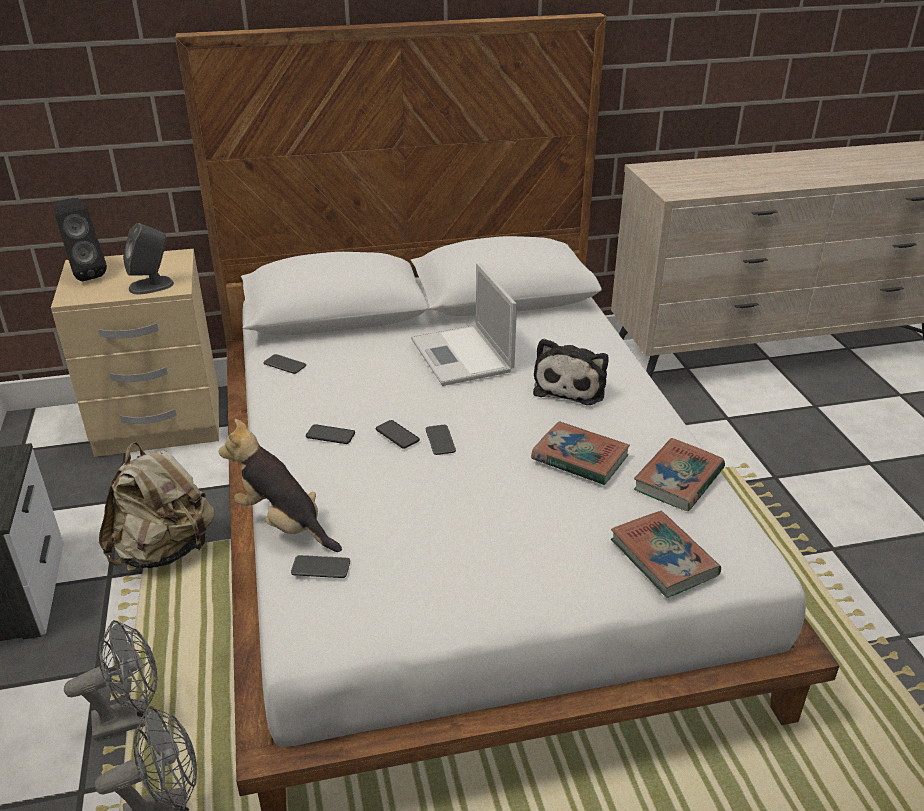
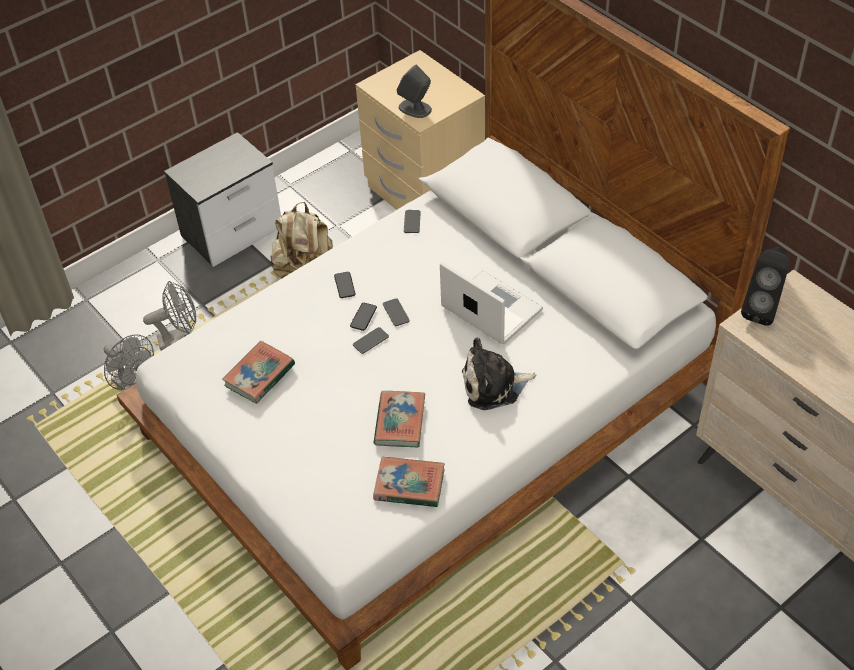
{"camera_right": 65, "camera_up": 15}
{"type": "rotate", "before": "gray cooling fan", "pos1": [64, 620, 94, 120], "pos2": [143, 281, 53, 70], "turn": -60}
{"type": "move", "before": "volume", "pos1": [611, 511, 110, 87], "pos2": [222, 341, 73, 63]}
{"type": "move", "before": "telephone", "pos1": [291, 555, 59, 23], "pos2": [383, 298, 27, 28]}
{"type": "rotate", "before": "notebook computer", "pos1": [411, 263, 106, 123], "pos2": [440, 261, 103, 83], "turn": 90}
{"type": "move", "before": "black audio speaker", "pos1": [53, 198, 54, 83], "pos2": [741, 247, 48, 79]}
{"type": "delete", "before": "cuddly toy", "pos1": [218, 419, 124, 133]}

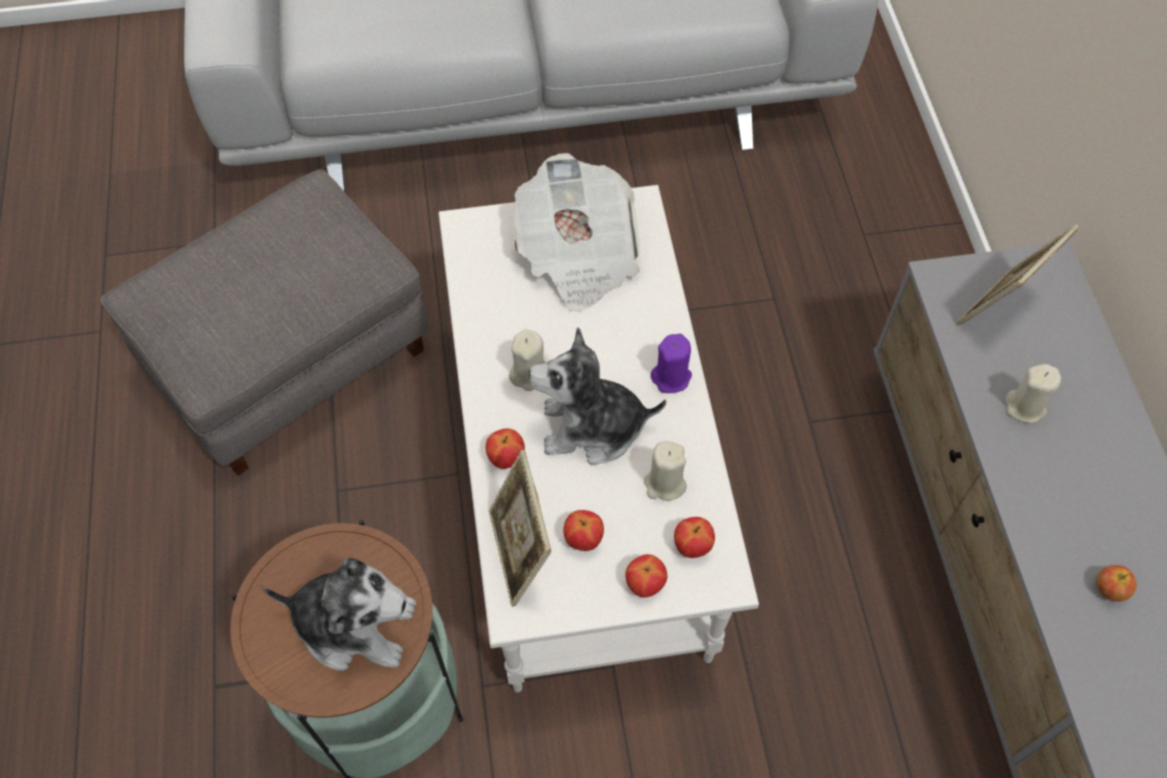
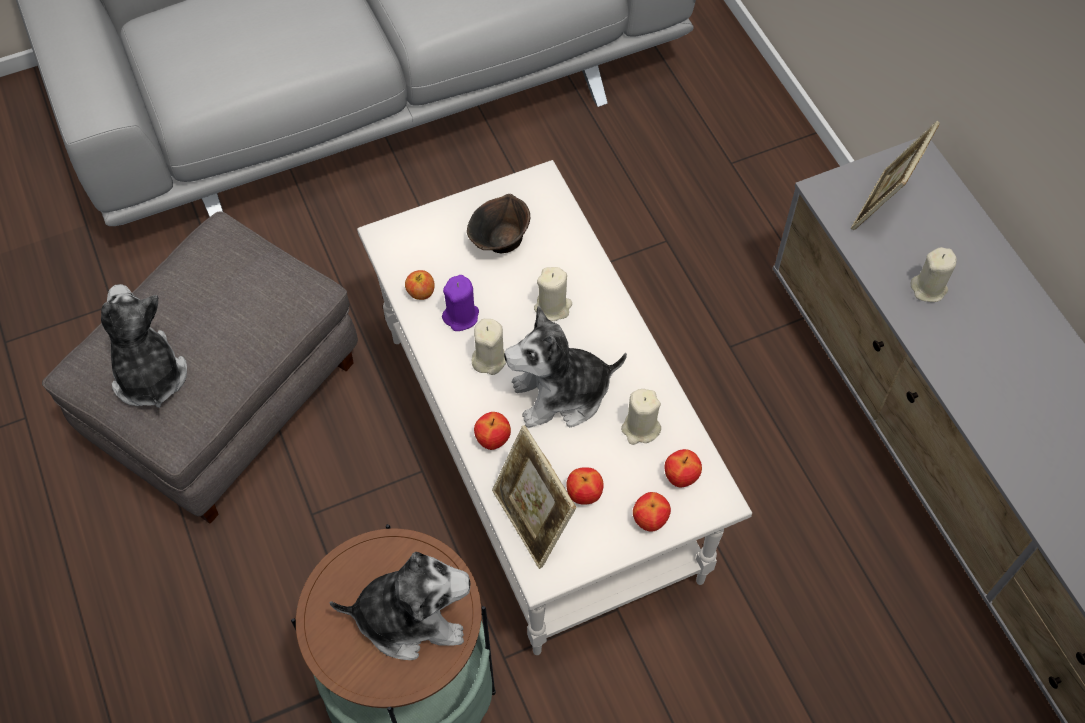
{"camera_right": -15, "camera_up": 0}
{"type": "insert", "after": "cuddly toy", "pos2": [101, 284, 86, 124]}
{"type": "move", "before": "whole apple", "pos1": [1096, 565, 41, 36], "pos2": [405, 270, 30, 30]}
{"type": "move", "before": "purple-coloured wax light", "pos1": [651, 334, 41, 59], "pos2": [442, 275, 37, 56]}
{"type": "replace", "before": "printed paper", "after": "brown-coloured deep dish", "pos1": [513, 153, 127, 160], "pos2": [467, 194, 63, 59]}
{"type": "insert", "after": "beige wax light", "pos2": [534, 267, 38, 54]}

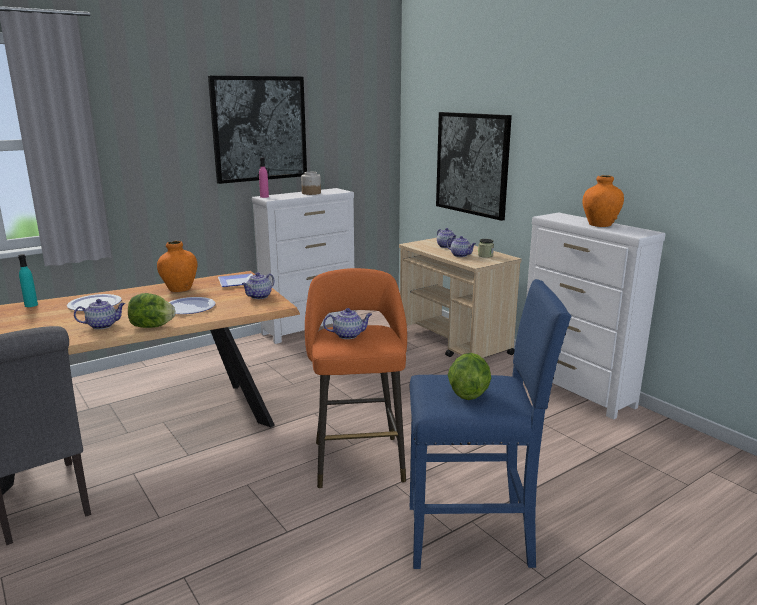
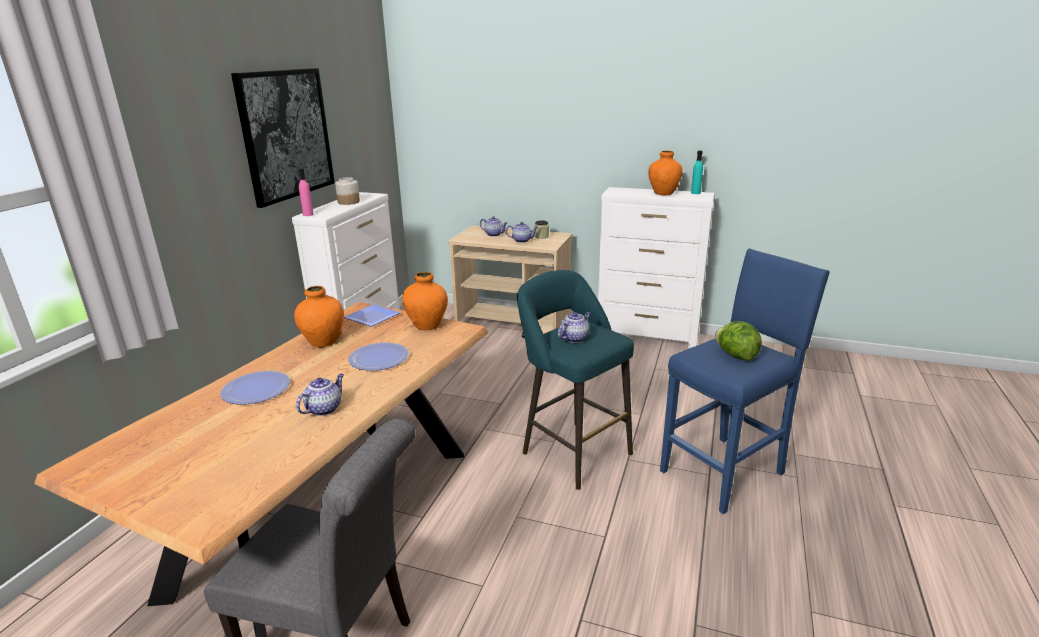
{"camera_right": -35, "camera_up": 5}
{"type": "replace", "before": "pot for tea", "after": "orangey decorative vase", "pos1": [242, 273, 32, 26], "pos2": [402, 272, 46, 58]}
{"type": "recolor", "before": "orangey stool", "after": "turquoise stool", "pos1": [305, 268, 102, 220], "pos2": [517, 270, 117, 220]}
{"type": "move", "before": "turquoise beverage bottle", "pos1": [18, 254, 20, 53], "pos2": [691, 150, 12, 44]}
{"type": "delete", "before": "lettuce head", "pos1": [128, 293, 47, 35]}
{"type": "delete", "before": "wall art", "pos1": [436, 112, 76, 109]}

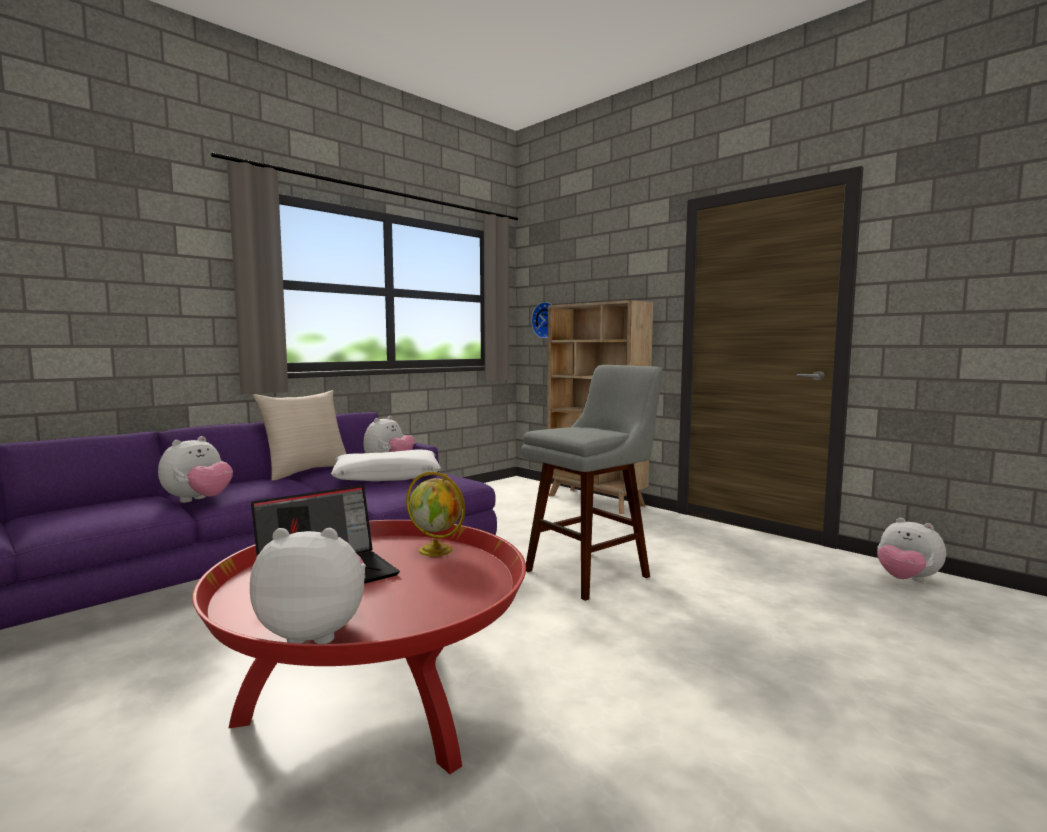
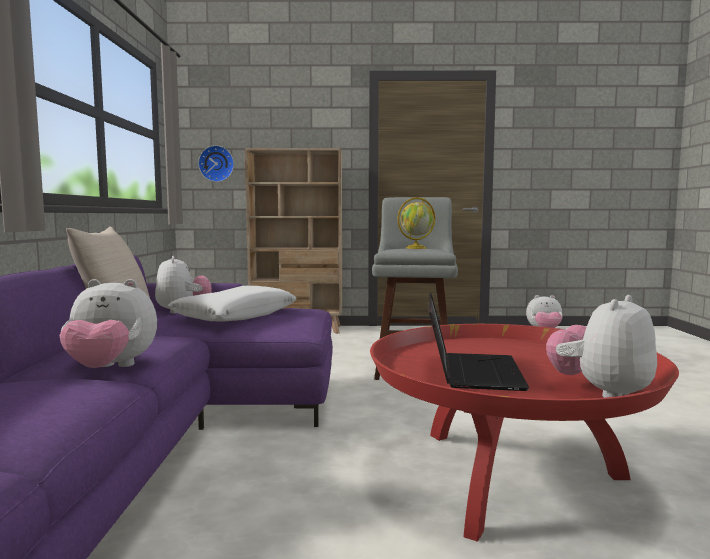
{"camera_right": -45, "camera_up": 0}
{"type": "rotate", "before": "cuddly toy", "pos1": [158, 436, 75, 67], "pos2": [59, 279, 98, 89], "turn": 105}
{"type": "move", "before": "globe", "pos1": [406, 472, 59, 84], "pos2": [397, 197, 38, 52]}

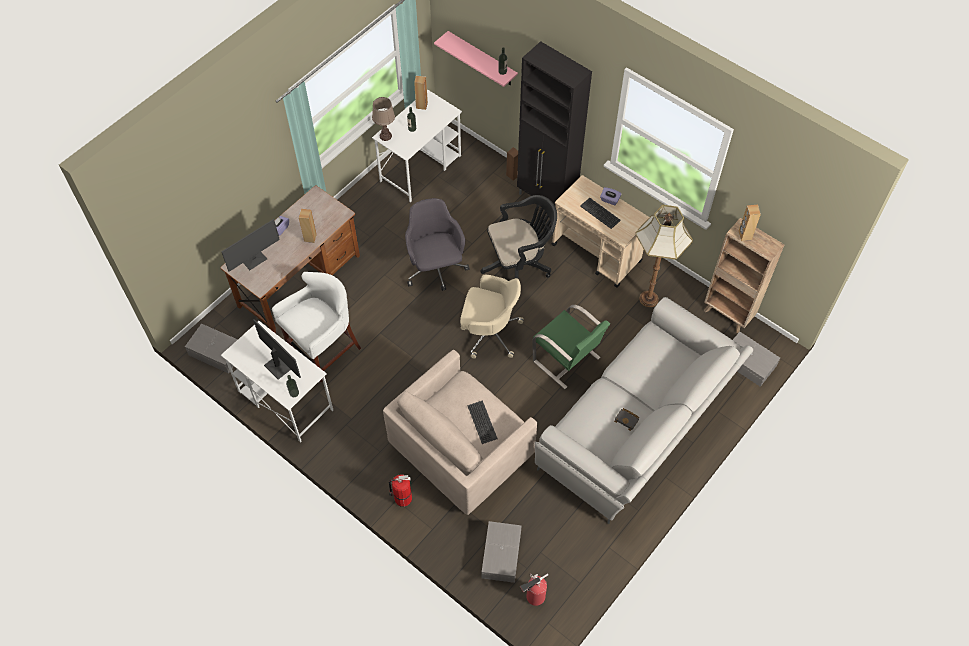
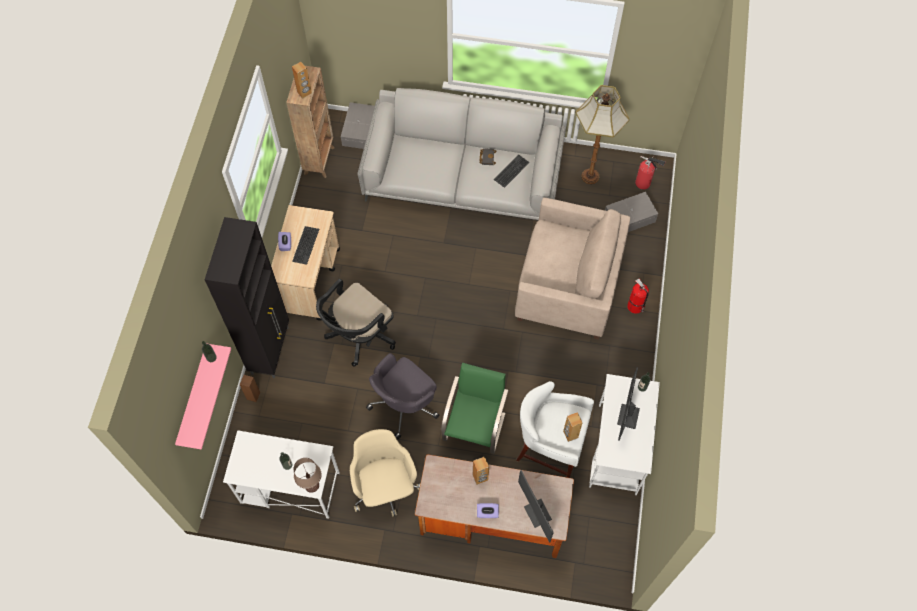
{"camera_right": -120, "camera_up": 5}
{"type": "rotate", "before": "black desk chair", "pos1": [481, 195, 76, 83], "pos2": [316, 279, 80, 88], "turn": -90}
{"type": "move", "before": "beige desk chair", "pos1": [460, 275, 64, 83], "pos2": [350, 429, 71, 88]}
{"type": "move", "before": "green-coloured chair", "pos1": [532, 305, 78, 84], "pos2": [441, 363, 68, 91]}
{"type": "move", "before": "computer keyboard", "pos1": [467, 400, 30, 44], "pos2": [494, 154, 35, 34]}
{"type": "rotate", "before": "computer display", "pos1": [221, 219, 59, 53], "pos2": [518, 470, 36, 73], "turn": -135}
{"type": "move", "before": "brown-coloured audio speaker", "pos1": [414, 76, 14, 34], "pos2": [563, 412, 19, 30]}
{"type": "move", "before": "standard lamp", "pos1": [635, 205, 58, 102], "pos2": [576, 85, 53, 99]}
{"type": "delete", "before": "gray storage container", "pos1": [185, 323, 53, 50]}

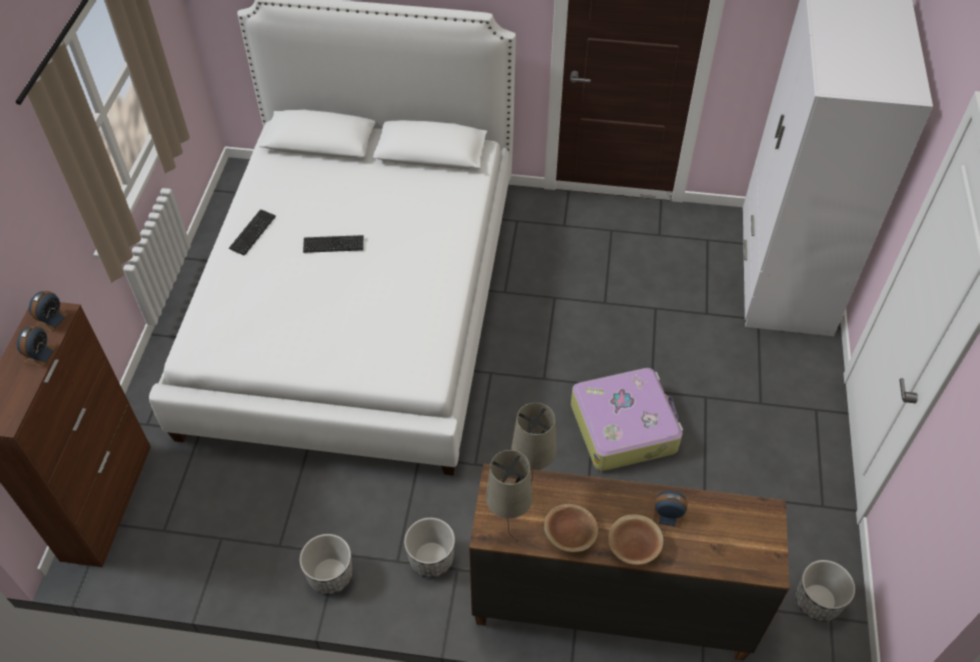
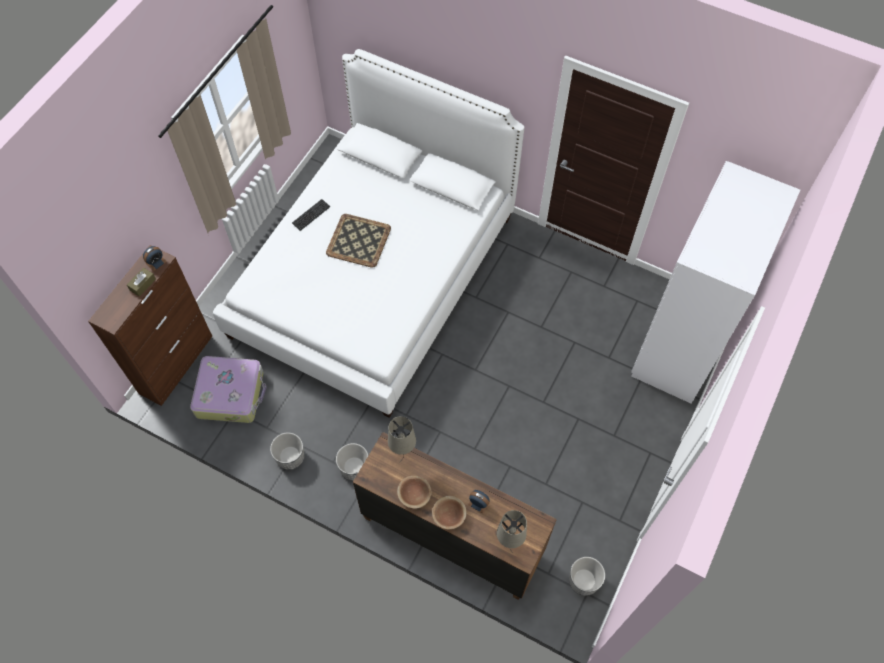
{"camera_right": 20, "camera_up": 10}
{"type": "replace", "before": "bedside clock", "after": "brown-coloured tissue box", "pos1": [17, 326, 39, 42], "pos2": [127, 268, 29, 29]}
{"type": "move", "before": "travel case", "pos1": [571, 368, 112, 103], "pos2": [190, 356, 77, 67]}
{"type": "replace", "before": "computer keyboard", "after": "carrying tray", "pos1": [303, 235, 61, 18], "pos2": [326, 214, 65, 54]}
{"type": "move", "before": "beige tabletop lamp", "pos1": [486, 450, 47, 90], "pos2": [497, 510, 30, 43]}

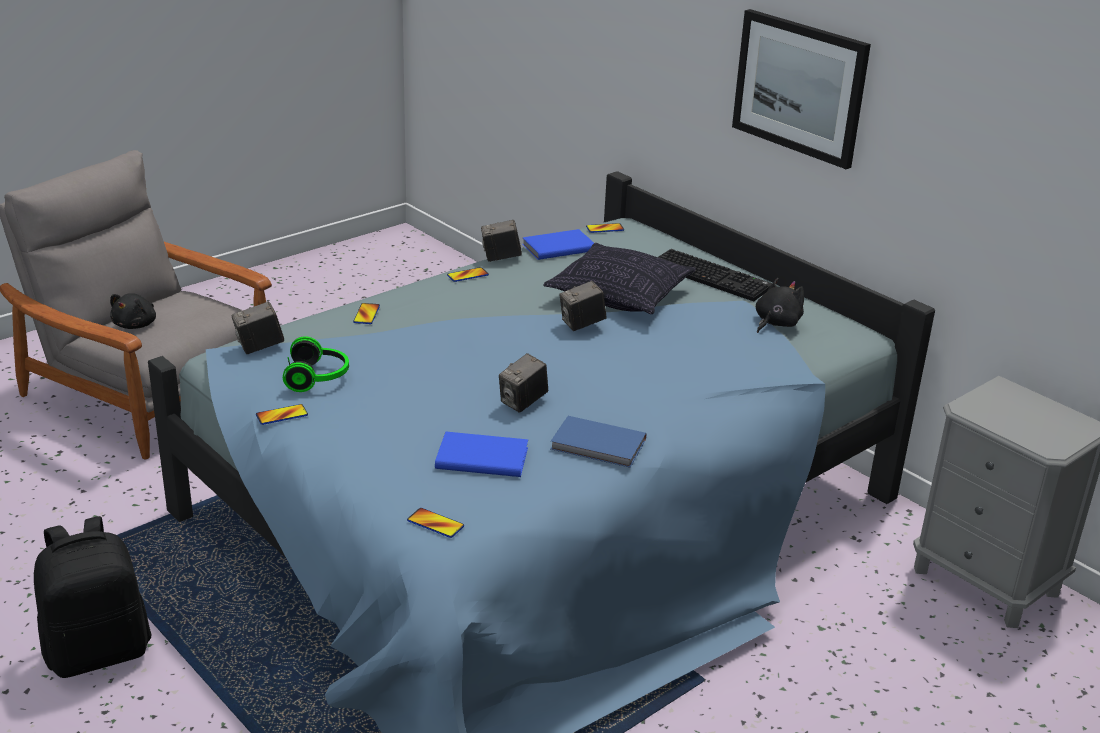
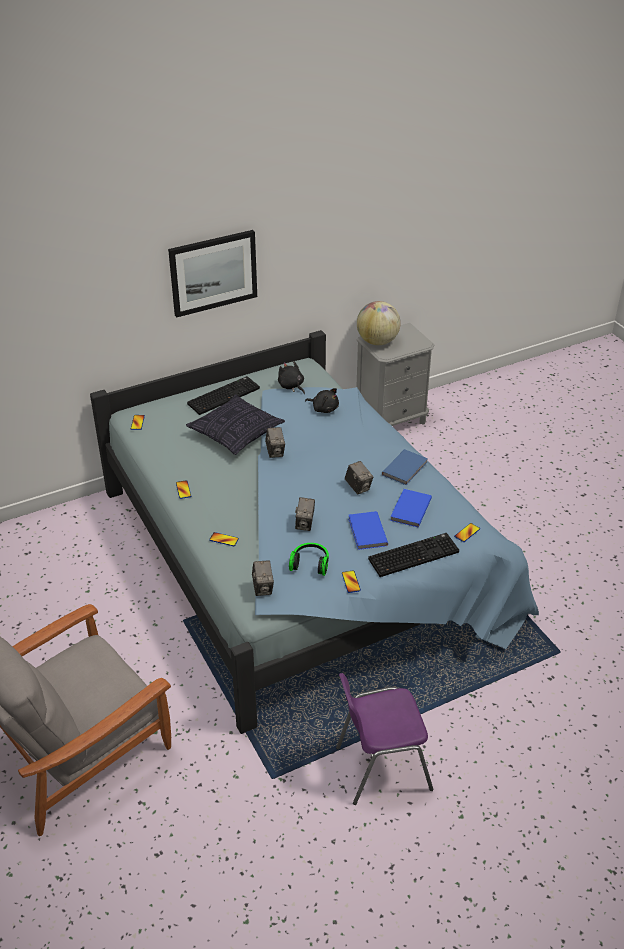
{"camera_right": -75, "camera_up": 10}
{"type": "move", "before": "photo camera", "pos1": [481, 220, 41, 42], "pos2": [295, 497, 20, 34]}
{"type": "move", "before": "black cuddly toy", "pos1": [110, 293, 46, 36], "pos2": [305, 388, 34, 25]}
{"type": "replace", "before": "black rucksack", "after": "purple-coloured chair", "pos1": [34, 516, 117, 162], "pos2": [336, 673, 98, 132]}
{"type": "move", "before": "bluish volume", "pos1": [522, 229, 72, 31], "pos2": [348, 511, 40, 39]}
{"type": "insert", "after": "globe", "pos2": [357, 301, 44, 44]}
{"type": "insert", "after": "computer keyboard", "pos2": [368, 533, 91, 44]}

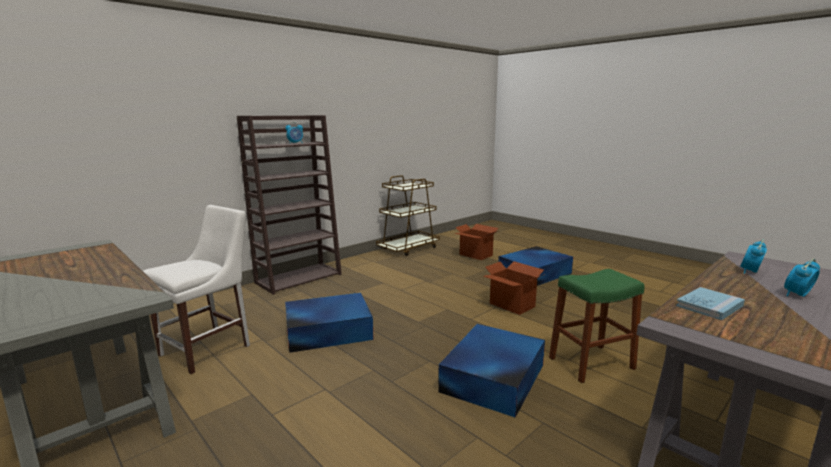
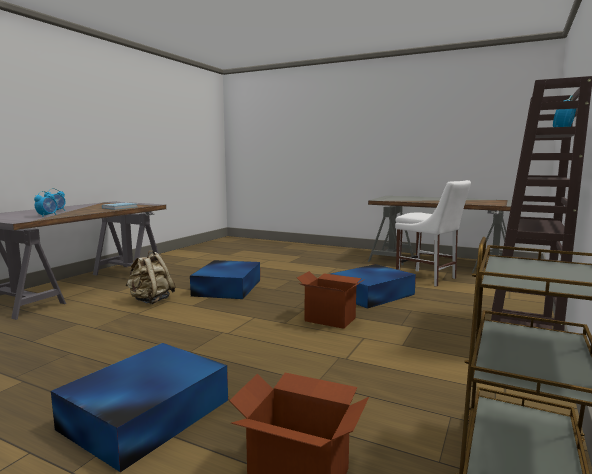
{"camera_right": 160, "camera_up": -5}
{"type": "replace", "before": "green-coloured stool", "after": "beige rucksack", "pos1": [549, 269, 95, 114], "pos2": [126, 250, 50, 54]}
{"type": "move", "before": "carton", "pos1": [483, 261, 62, 54], "pos2": [297, 271, 69, 58]}
{"type": "rotate", "before": "whitish chair", "pos1": [143, 205, 107, 169], "pos2": [395, 180, 76, 107], "turn": -60}

